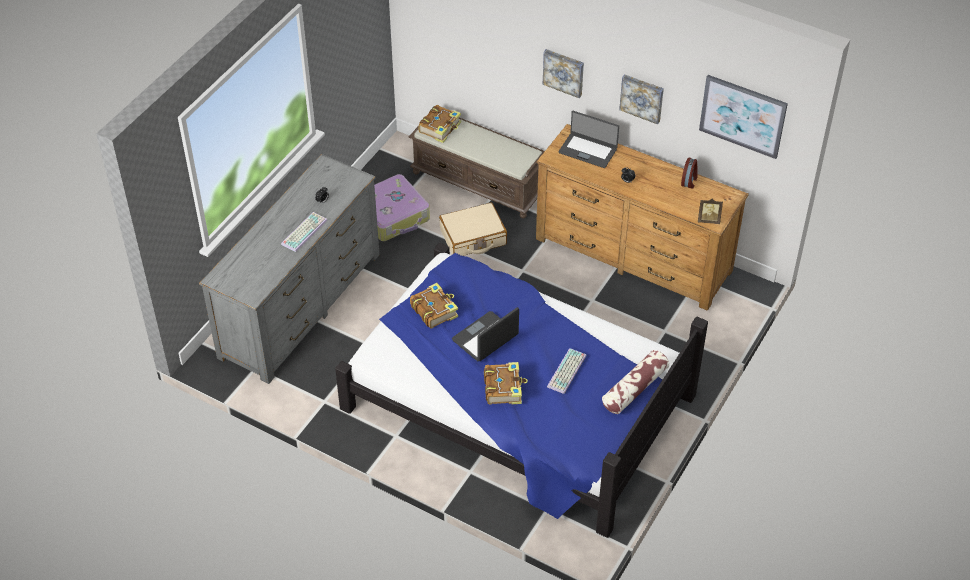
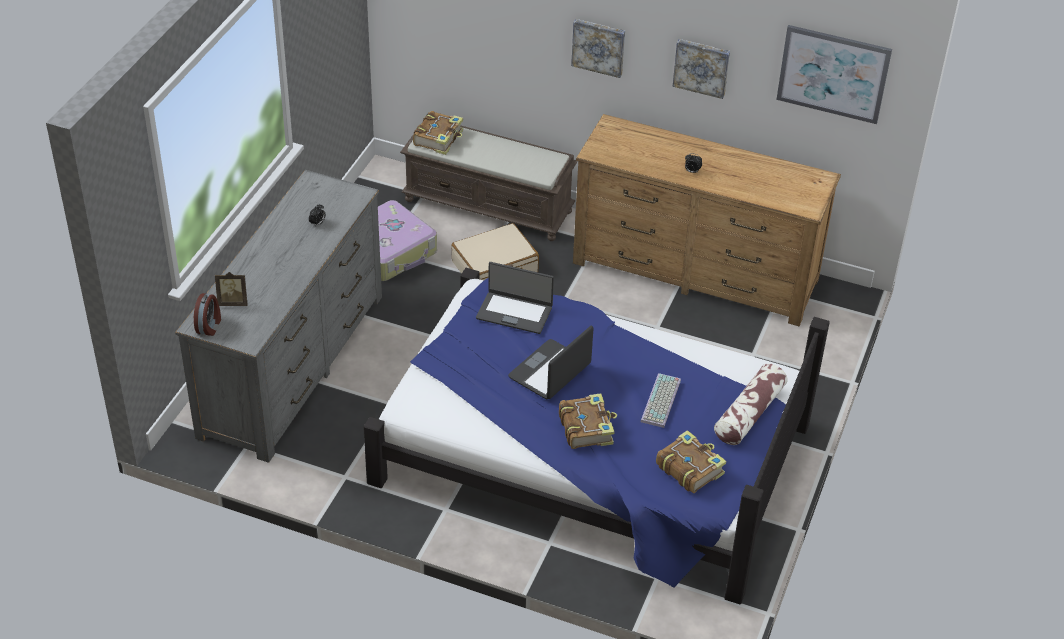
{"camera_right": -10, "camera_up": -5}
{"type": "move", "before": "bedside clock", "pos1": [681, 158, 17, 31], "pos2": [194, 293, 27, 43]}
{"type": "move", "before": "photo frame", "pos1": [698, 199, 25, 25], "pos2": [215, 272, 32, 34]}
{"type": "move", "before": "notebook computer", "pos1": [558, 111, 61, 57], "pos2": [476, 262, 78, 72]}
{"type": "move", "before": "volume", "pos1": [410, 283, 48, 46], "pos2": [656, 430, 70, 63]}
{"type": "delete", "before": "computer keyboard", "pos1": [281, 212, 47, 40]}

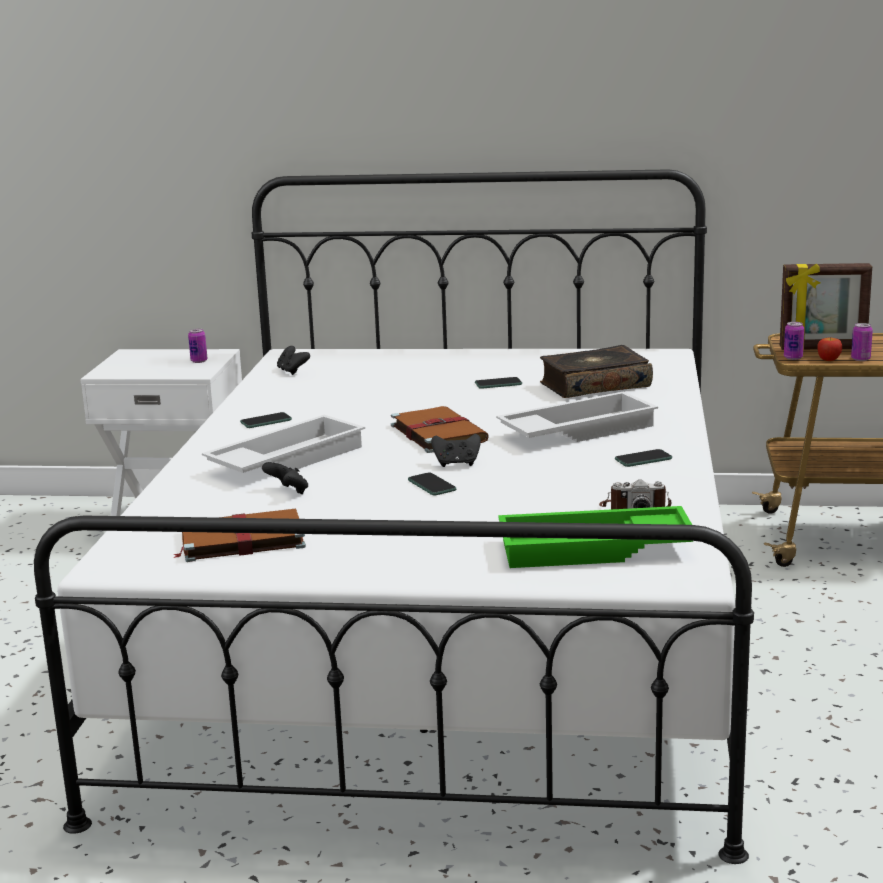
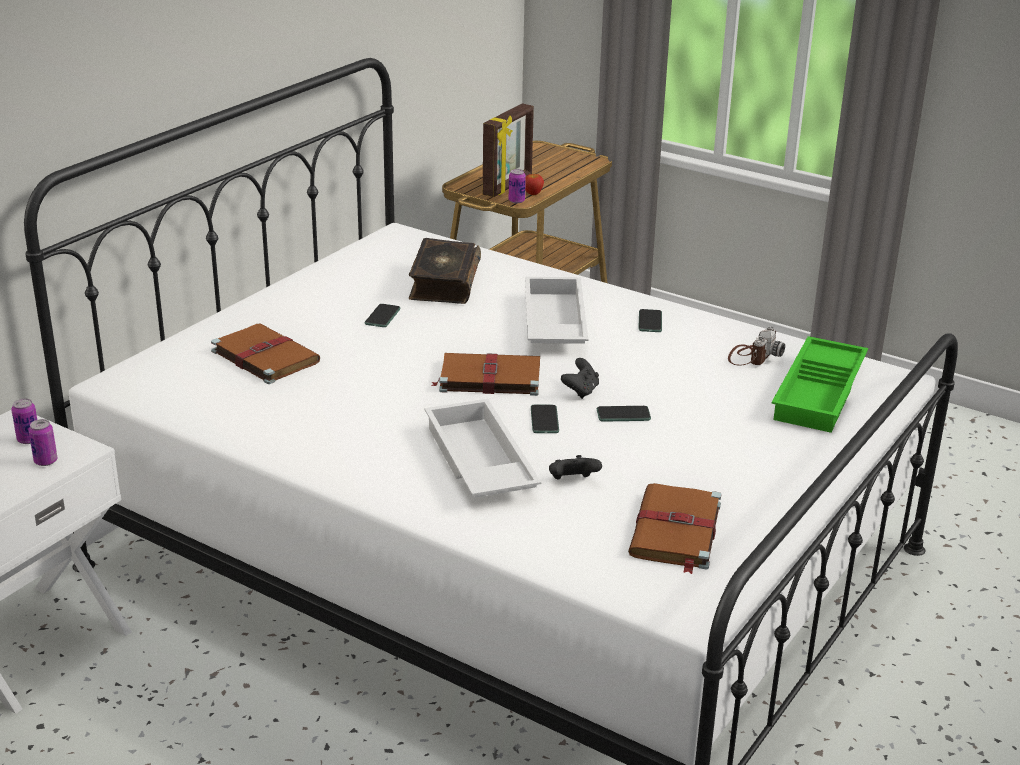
{"camera_right": -65, "camera_up": 10}
{"type": "move", "before": "sealed can", "pos1": [851, 323, 22, 38], "pos2": [29, 419, 29, 47]}
{"type": "insert", "after": "brown-coloured volume", "pos2": [211, 324, 109, 60]}
{"type": "move", "before": "telephone", "pos1": [240, 412, 52, 16], "pos2": [531, 405, 28, 28]}
{"type": "delete", "before": "black gamepad", "pos1": [277, 346, 33, 29]}

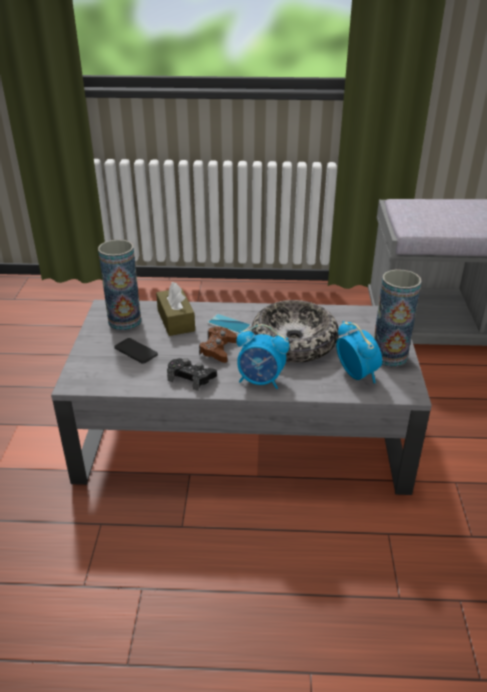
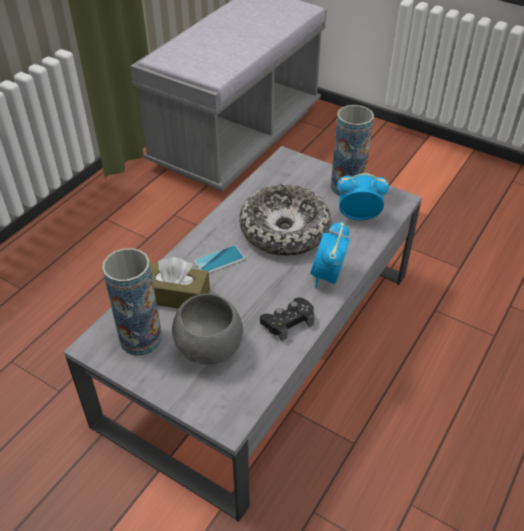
{"camera_right": -60, "camera_up": 10}
{"type": "replace", "before": "telephone", "after": "gray deep dish", "pos1": [114, 338, 44, 26], "pos2": [172, 294, 71, 71]}
{"type": "rotate", "before": "bedside clock", "pos1": [236, 324, 53, 65], "pos2": [310, 221, 40, 67], "turn": 150}
{"type": "delete", "before": "brown-coloured gamepad", "pos1": [199, 326, 38, 37]}

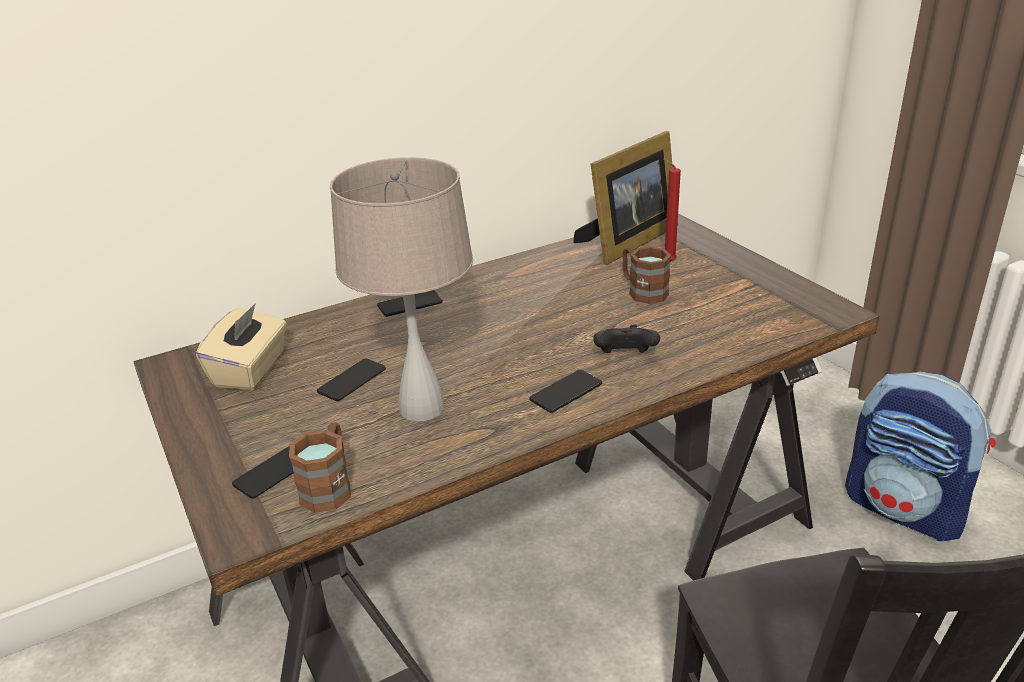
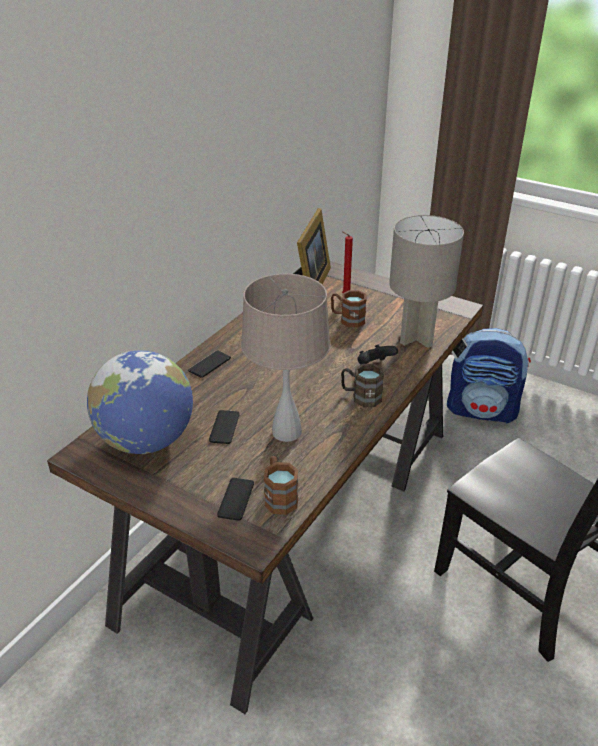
{"camera_right": -30, "camera_up": 5}
{"type": "replace", "before": "beige tissue box", "after": "globe", "pos1": [196, 303, 91, 87], "pos2": [87, 350, 106, 104]}
{"type": "replace", "before": "telephone", "after": "brown-coloured coffee mug", "pos1": [529, 370, 73, 43], "pos2": [341, 364, 43, 43]}
{"type": "insert", "after": "gray tabletop lamp", "pos2": [389, 215, 75, 133]}

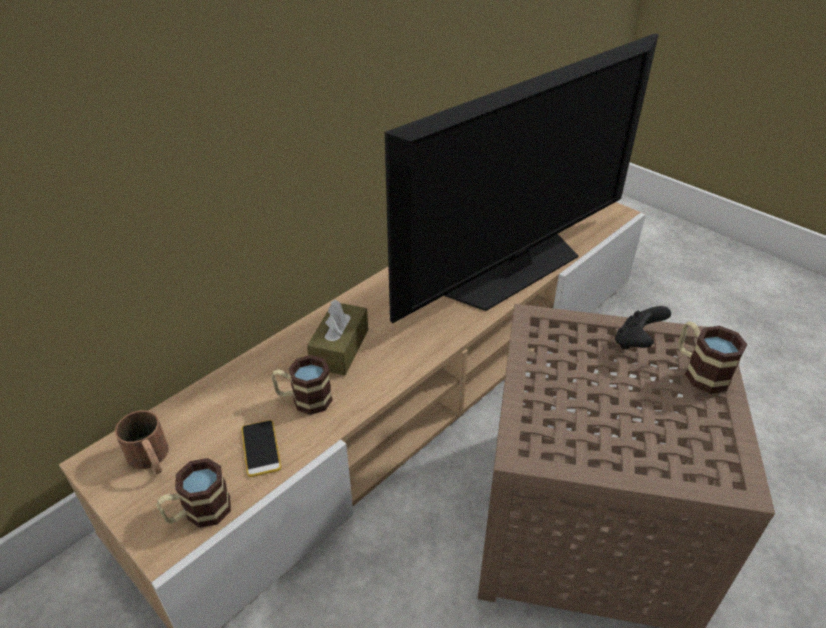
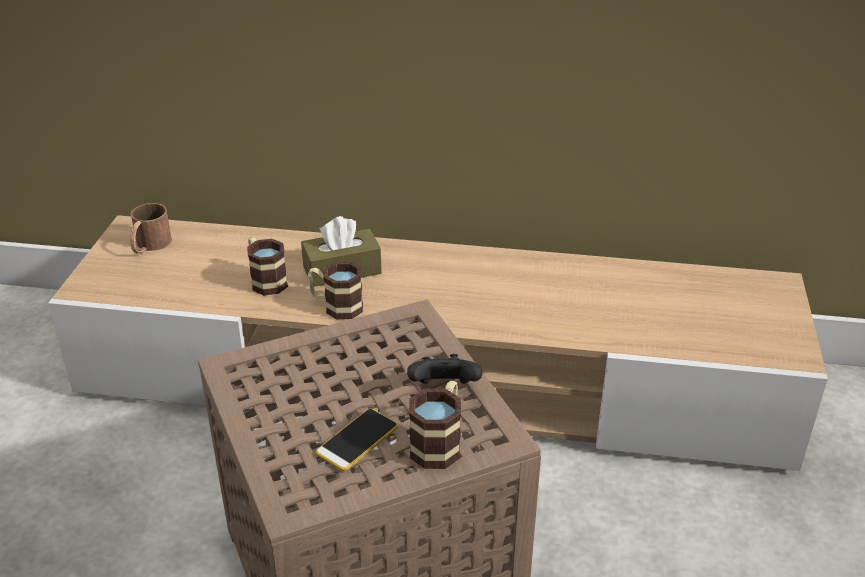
{"camera_right": 55, "camera_up": -5}
{"type": "move", "before": "coffee mug", "pos1": [157, 458, 74, 70], "pos2": [308, 262, 55, 57]}
{"type": "move", "before": "telephone", "pos1": [242, 420, 39, 57], "pos2": [316, 409, 82, 62]}
{"type": "delete", "before": "TV set", "pos1": [385, 33, 274, 290]}

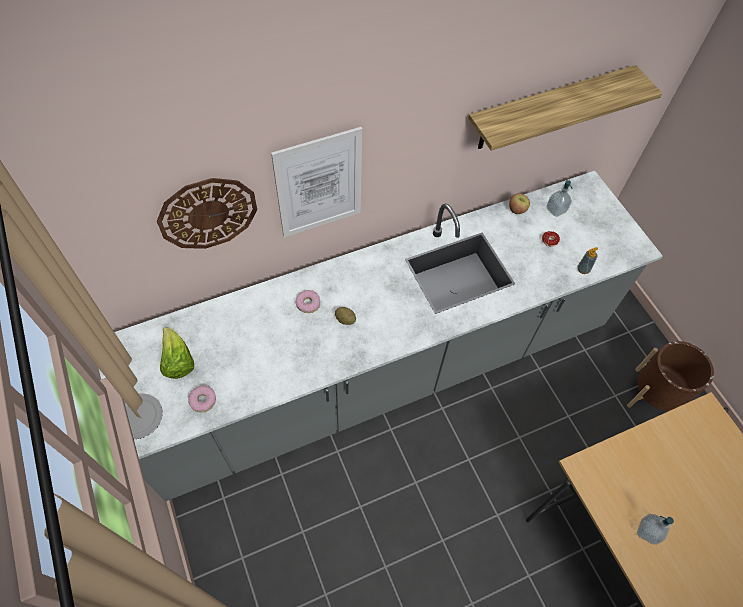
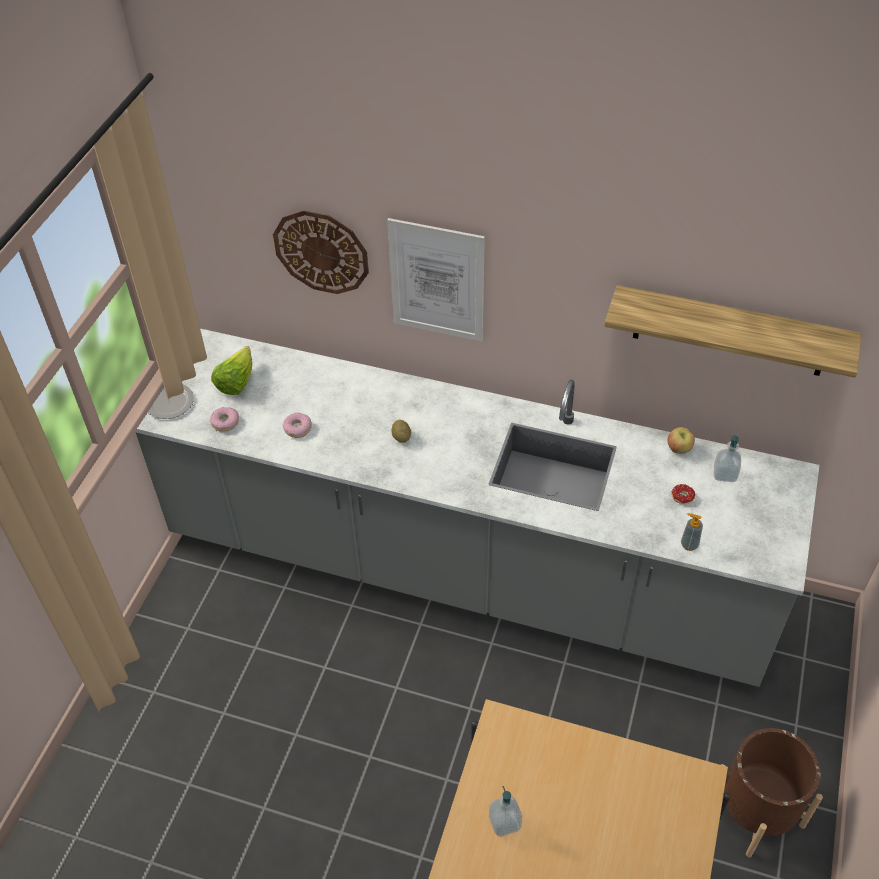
{"camera_right": 45, "camera_up": -10}
{"type": "move", "before": "donut", "pos1": [296, 290, 24, 23], "pos2": [283, 413, 29, 25]}

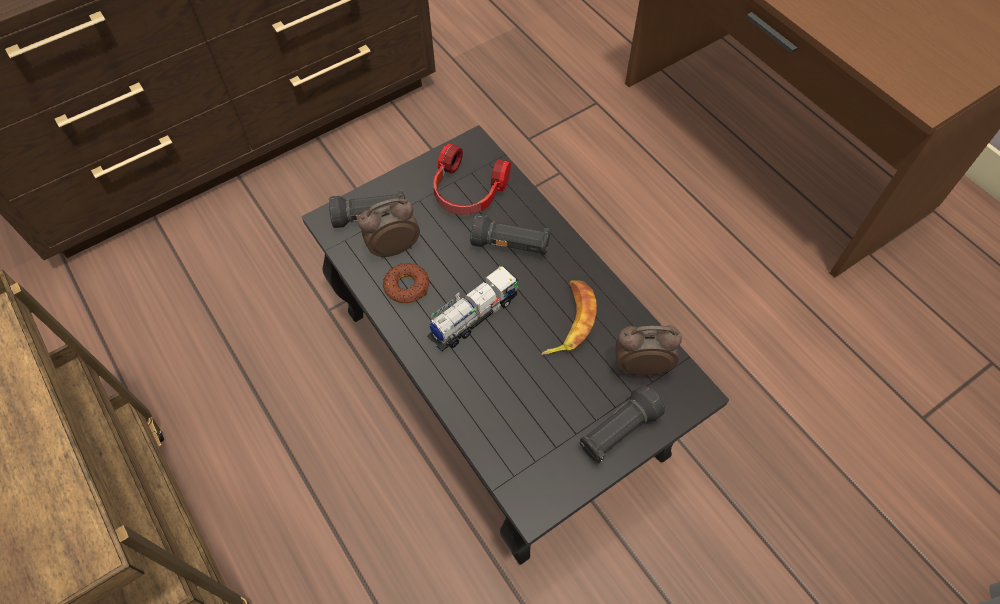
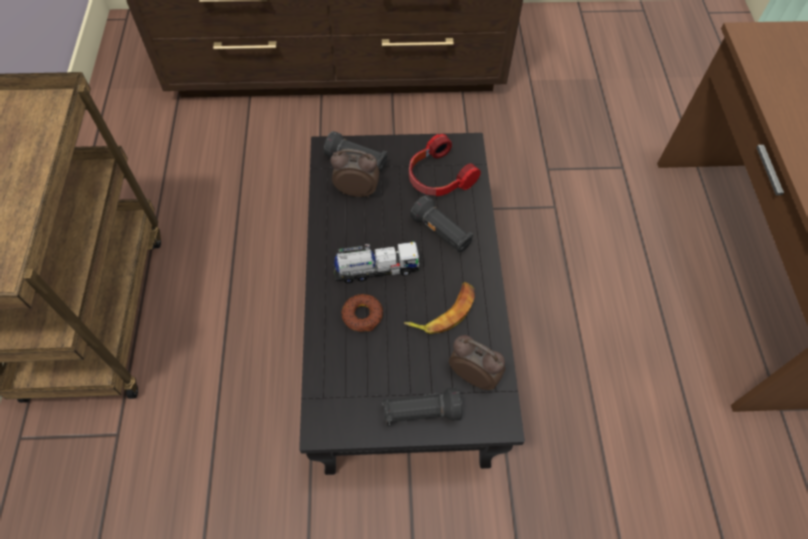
{"camera_right": 30, "camera_up": 0}
{"type": "move", "before": "donut", "pos1": [383, 263, 46, 40], "pos2": [341, 294, 42, 38]}

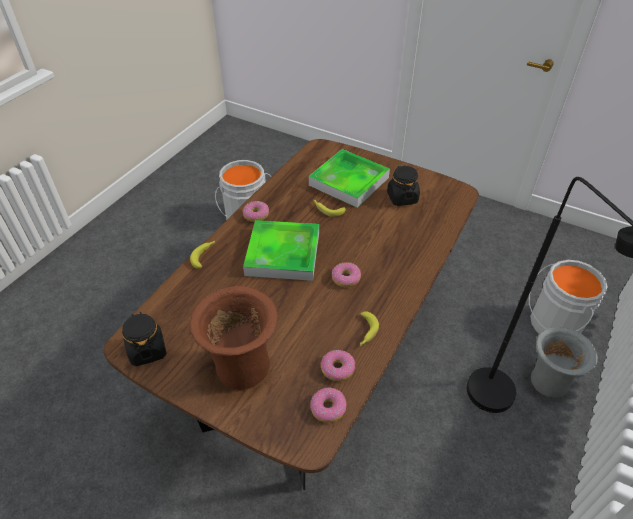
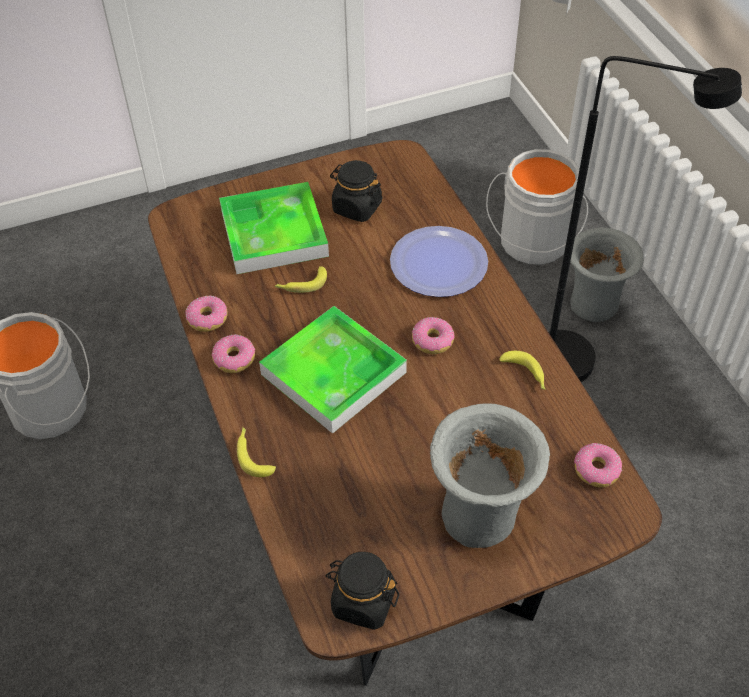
{"camera_right": -50, "camera_up": 5}
{"type": "move", "before": "donut", "pos1": [321, 350, 34, 31], "pos2": [185, 296, 43, 36]}
{"type": "insert", "after": "flat dish", "pos2": [390, 226, 98, 71]}
{"type": "recolor", "before": "brown-coloured decorative vase", "after": "gray decorative vase", "pos1": [189, 286, 89, 104], "pos2": [430, 403, 120, 145]}

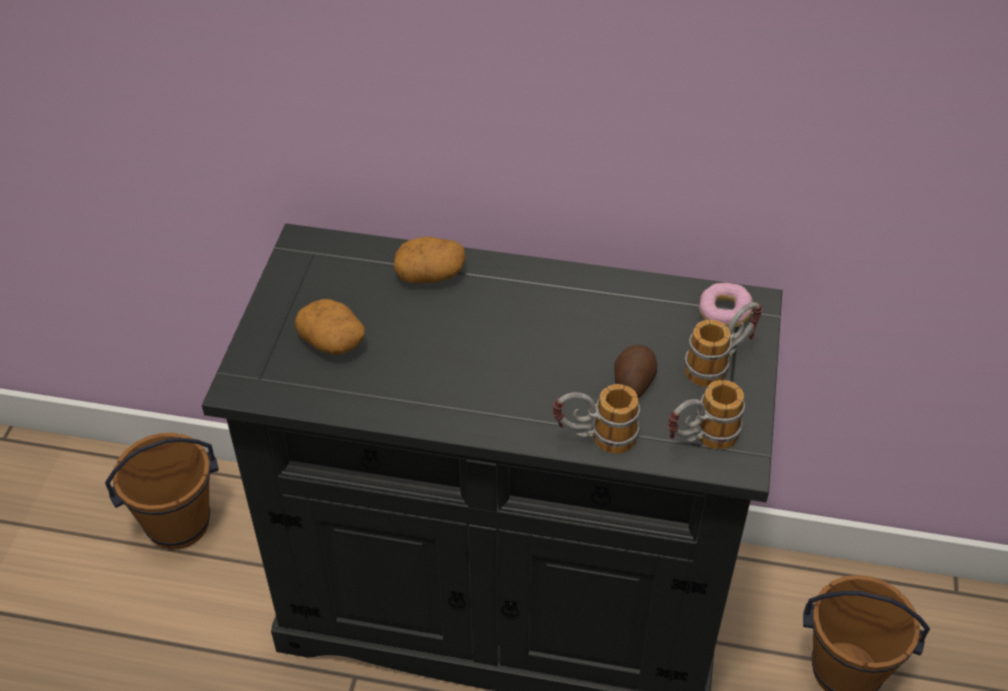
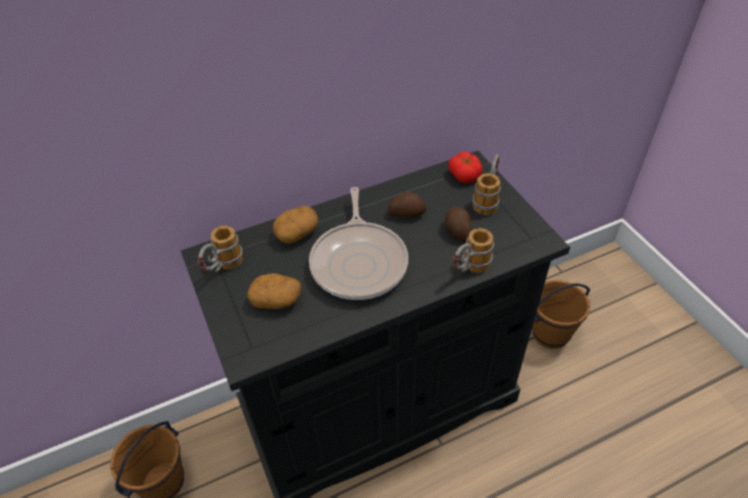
{"camera_right": -35, "camera_up": 0}
{"type": "move", "before": "coffee mug", "pos1": [668, 380, 77, 69], "pos2": [197, 226, 46, 48]}
{"type": "insert", "after": "frying pan", "pos2": [309, 187, 99, 113]}
{"type": "insert", "after": "potato", "pos2": [388, 192, 38, 26]}
{"type": "replace", "before": "donut", "after": "whole tomato", "pos1": [699, 283, 54, 45], "pos2": [448, 151, 35, 32]}

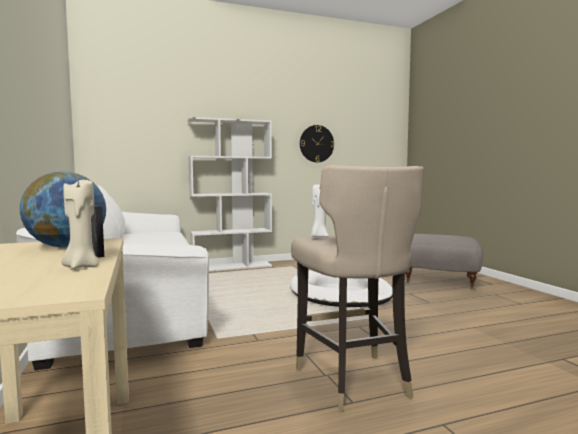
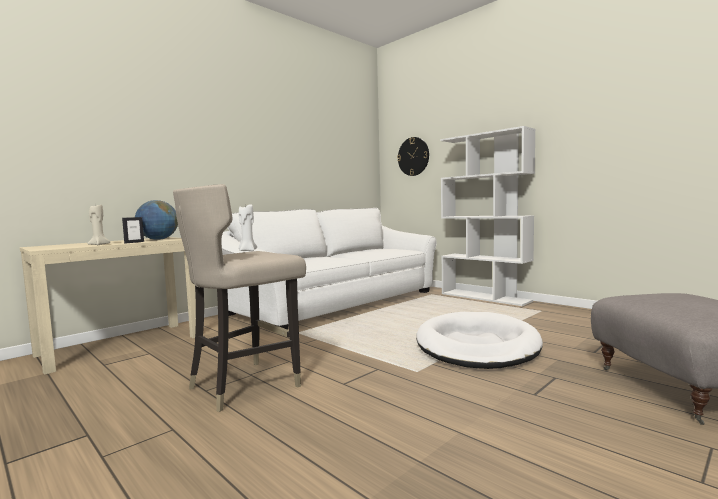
{"camera_right": 65, "camera_up": 0}
{"type": "move", "before": "clock on the wall", "pos1": [300, 125, 34, 37], "pos2": [397, 137, 32, 39]}

